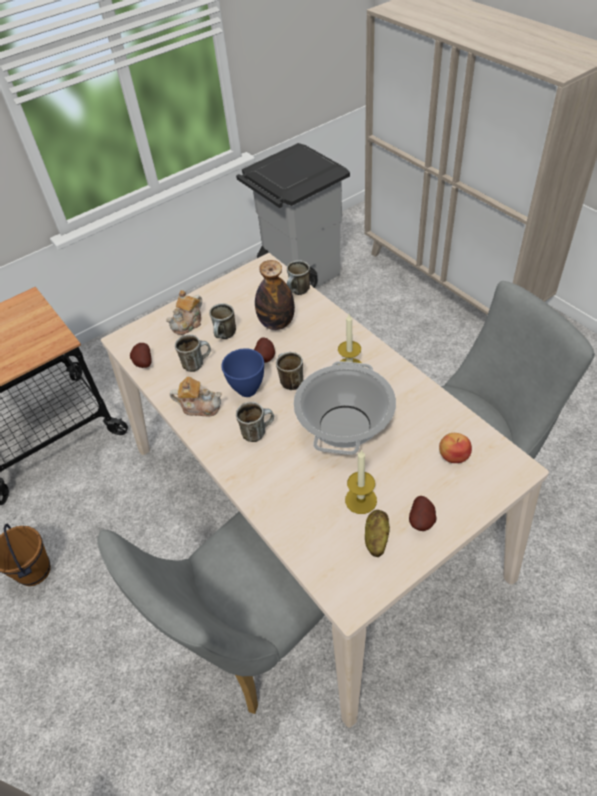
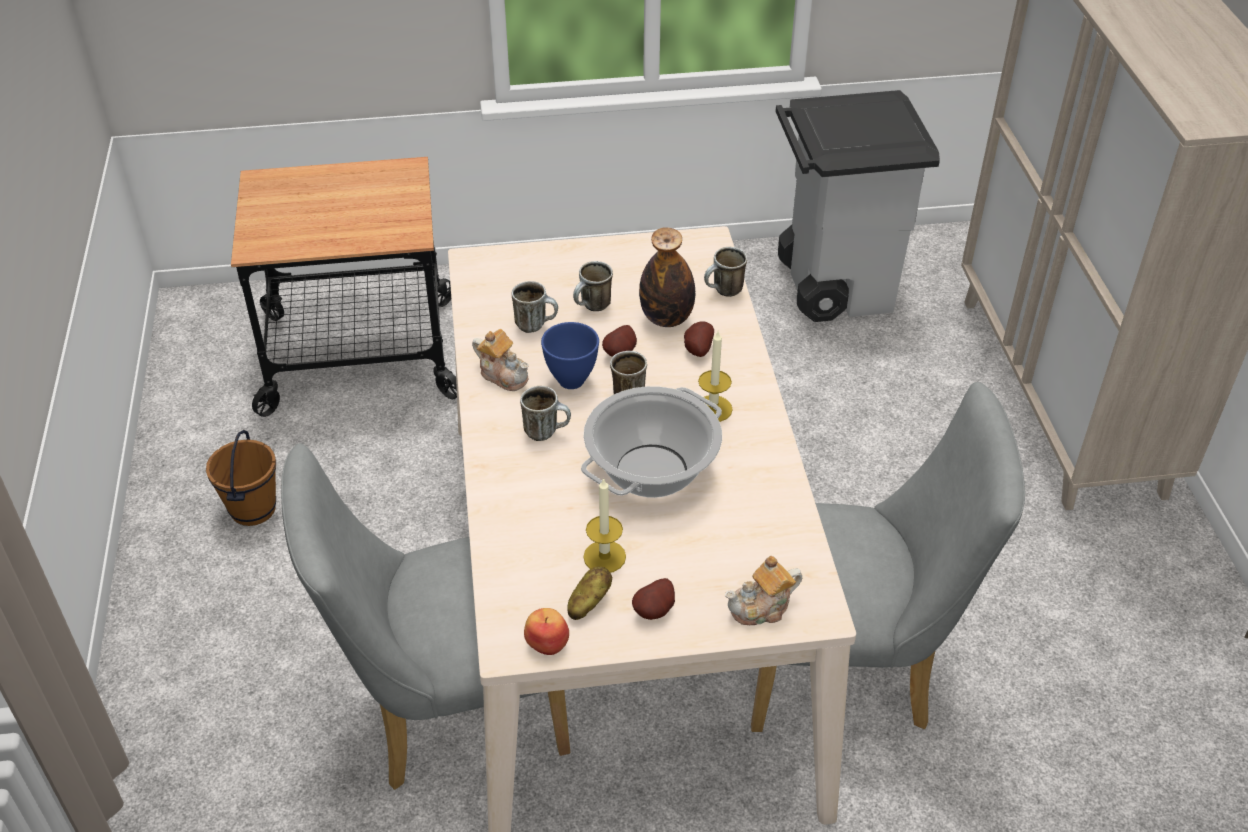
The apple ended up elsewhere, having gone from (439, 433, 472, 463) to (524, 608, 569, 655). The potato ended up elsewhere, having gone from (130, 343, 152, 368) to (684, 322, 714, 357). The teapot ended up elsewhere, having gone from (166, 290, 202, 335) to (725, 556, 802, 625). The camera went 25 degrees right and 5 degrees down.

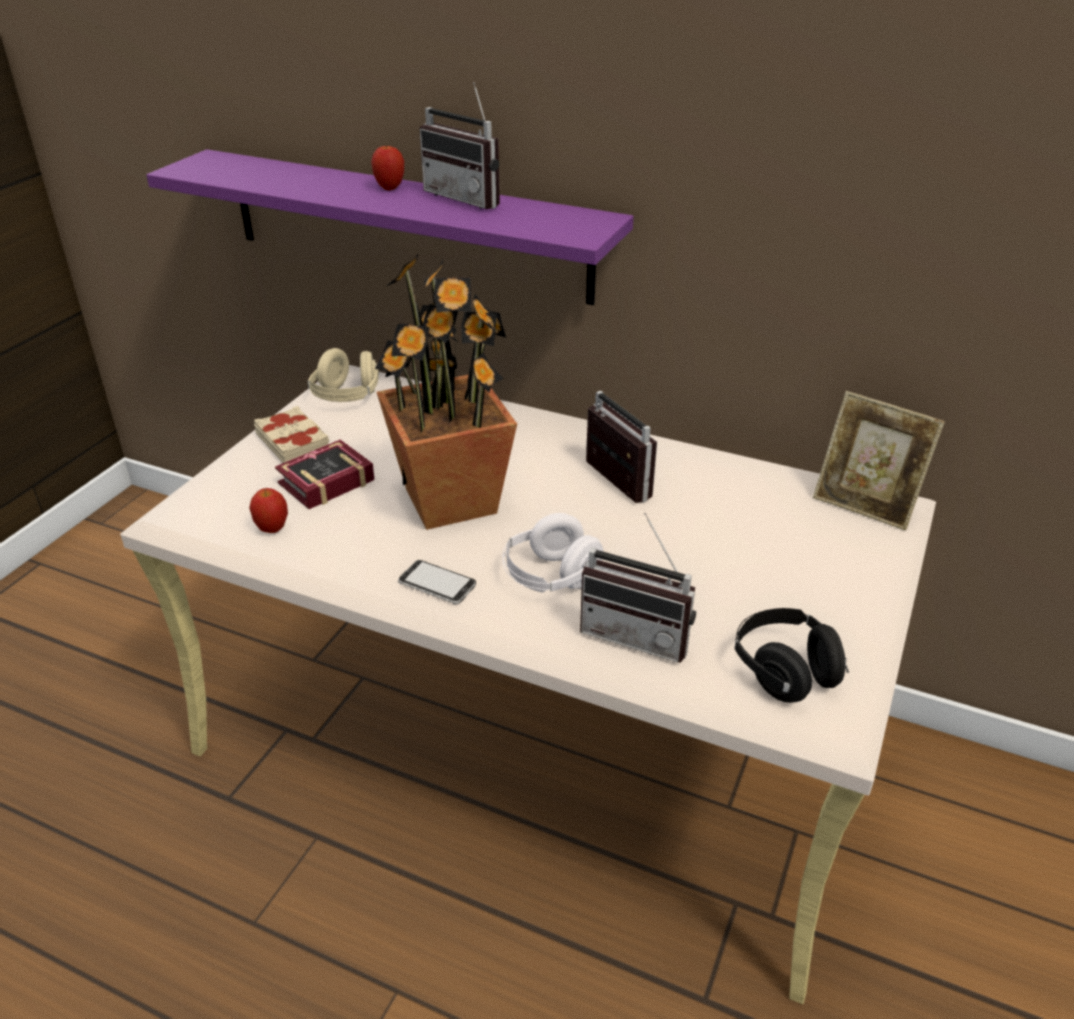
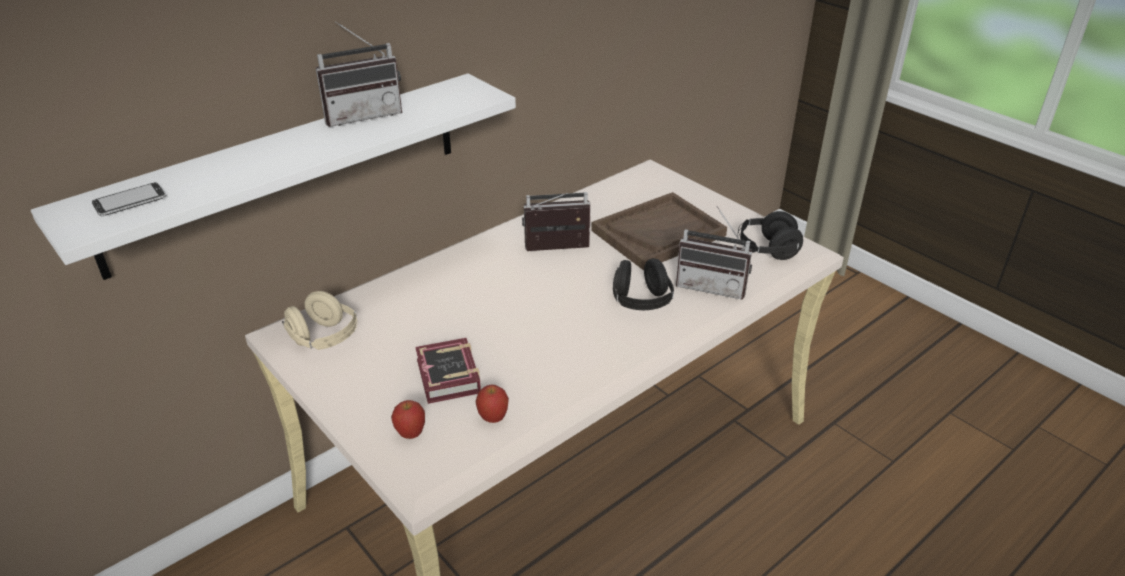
What was the purple shelf at (146, 149, 634, 305) turned into the white shelf at (31, 73, 516, 280). The phone ended up elsewhere, having gone from (398, 560, 476, 604) to (92, 182, 166, 216). The apple ended up elsewhere, having gone from (371, 145, 404, 190) to (391, 400, 425, 439). The second view gained the brown tray at (591, 192, 727, 270). What was the white headphones at (503, 513, 603, 593) turned into the black headphones at (613, 258, 674, 310). The radio at (580, 513, 696, 663) ended up facing another way, 60 degrees clockwise from before. The second view lost the beige book at (254, 406, 329, 463). The second view lost the potted plant at (375, 253, 517, 530). The second view lost the picture frame at (813, 391, 945, 531). The camera went 65 degrees left and 0 degrees up.

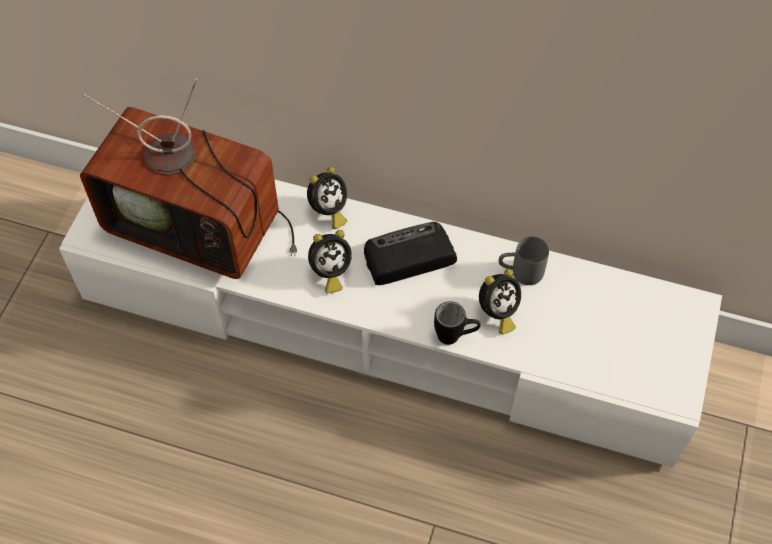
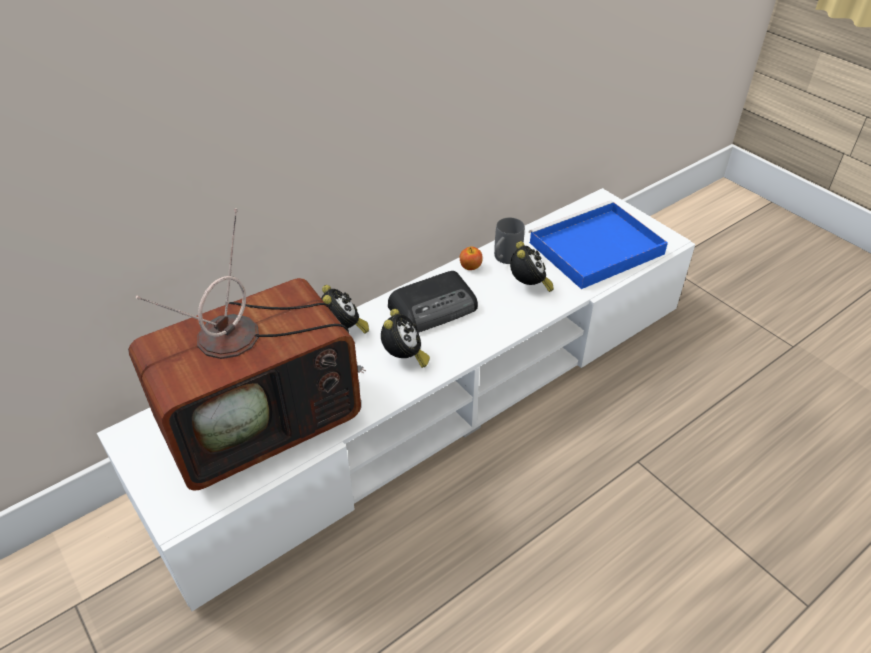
The radio at (364, 222, 457, 285) ended up facing another way, 135 degrees counterclockwise from before. The second view gained the apple at (460, 247, 483, 270). The second view gained the blue tray at (529, 200, 668, 289). The second view lost the black mug at (434, 301, 481, 345). The camera went 55 degrees left and 15 degrees down.

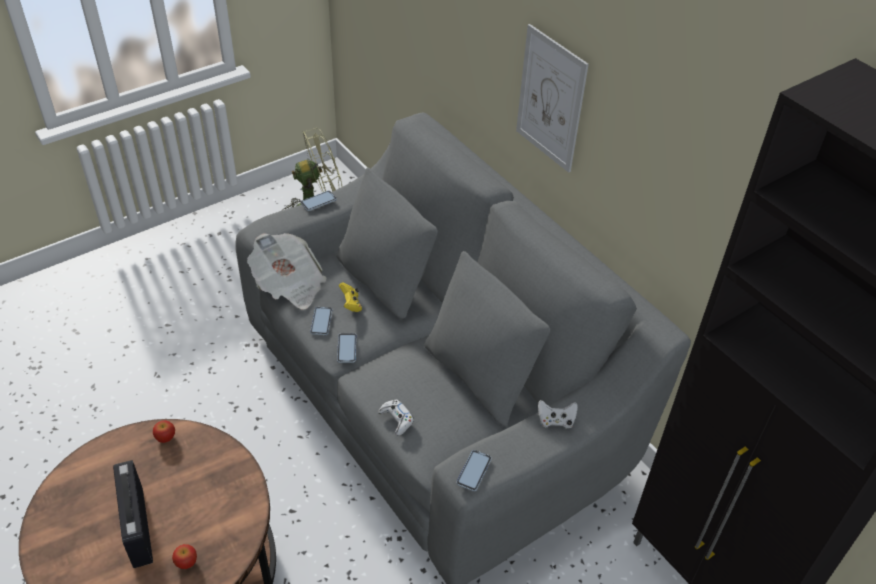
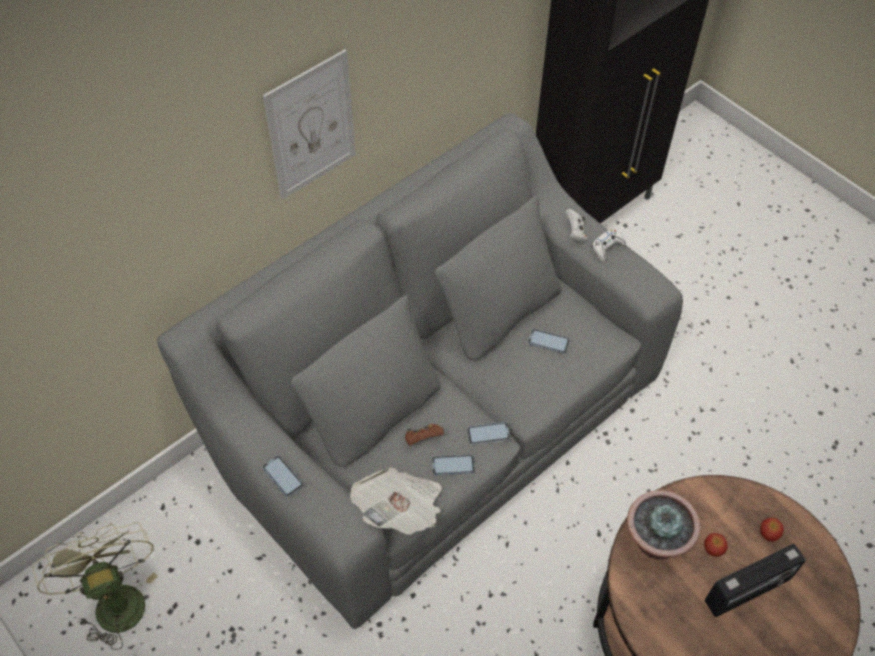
What was the yellow game controller at (339, 282, 362, 312) turned into the brown game controller at (405, 424, 444, 446). The phone ended up elsewhere, having gone from (457, 450, 492, 491) to (528, 329, 570, 354). The white game controller ended up elsewhere, having gone from (378, 400, 414, 436) to (591, 229, 626, 262). The second view gained the potted plant at (627, 490, 700, 559). The apple ended up elsewhere, having gone from (153, 420, 175, 443) to (704, 533, 728, 557). The camera went 95 degrees left and 10 degrees up.

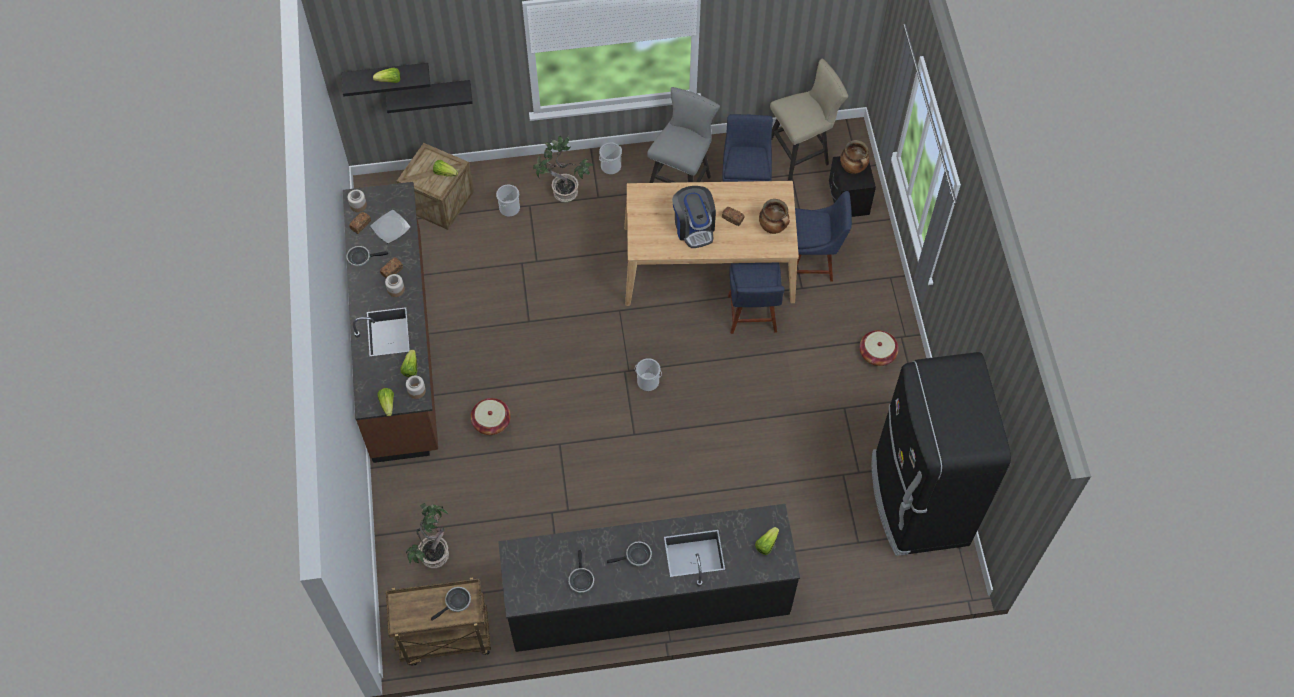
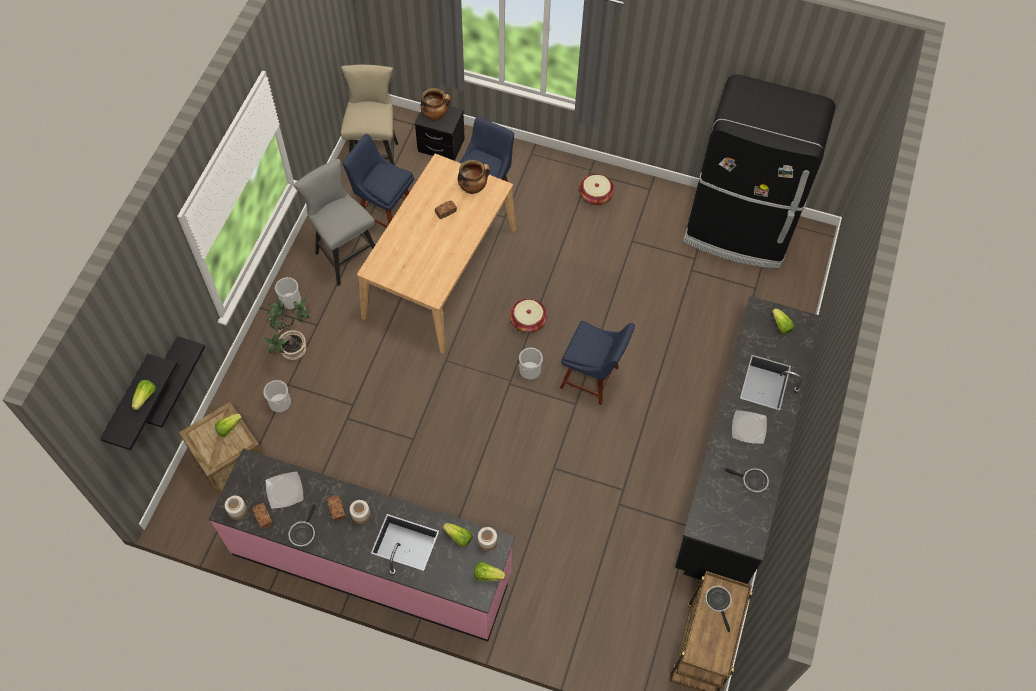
What was the brown counter at (343, 182, 438, 463) turned into the pink counter at (208, 448, 515, 641). The basket ended up elsewhere, having gone from (471, 398, 511, 435) to (510, 299, 547, 333). The blue chair ended up elsewhere, having gone from (728, 263, 785, 334) to (560, 321, 635, 405). Where the frying pan stood at (607, 541, 652, 566), the plate came to stand at (732, 410, 767, 444). The second view lost the potted plant at (406, 503, 449, 568). The second view lost the coffee machine at (672, 186, 716, 248). The camera went 65 degrees left and 0 degrees up.

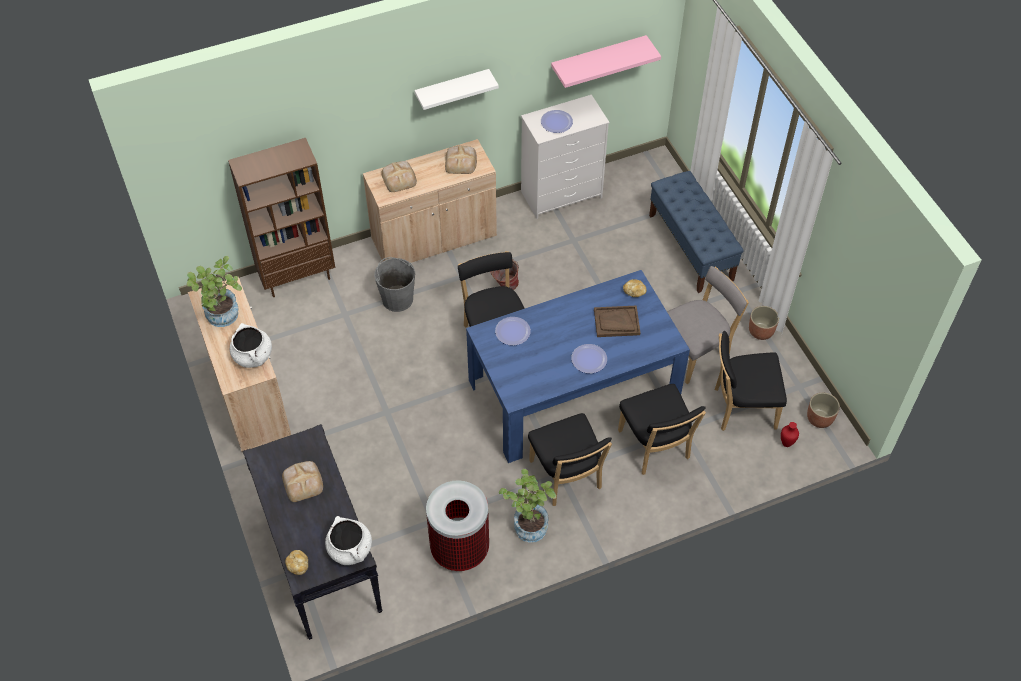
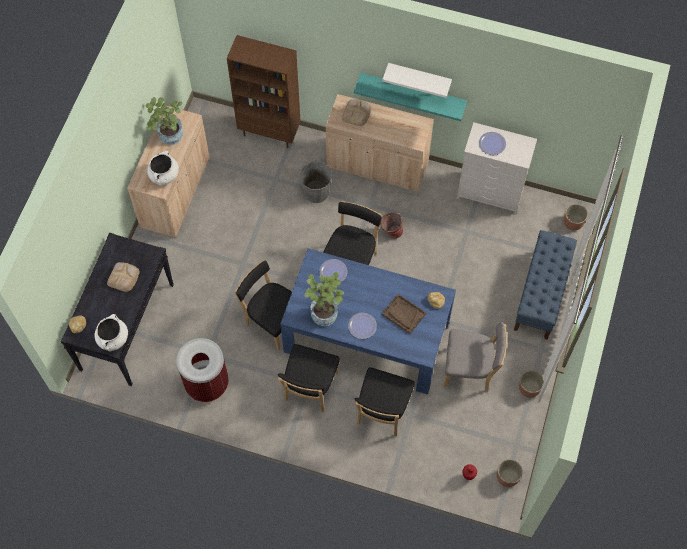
The black chair ended up elsewhere, having gone from (715, 331, 787, 431) to (235, 260, 292, 350). The potted plant ended up elsewhere, having gone from (499, 469, 556, 543) to (304, 272, 344, 326). The second view gained the turquoise shelf at (354, 73, 467, 121). The second view gained the planter at (564, 204, 588, 230). The second view lost the bread at (445, 145, 477, 174). The second view lost the pink shelf at (551, 35, 661, 88). The camera went 40 degrees right and 10 degrees up.

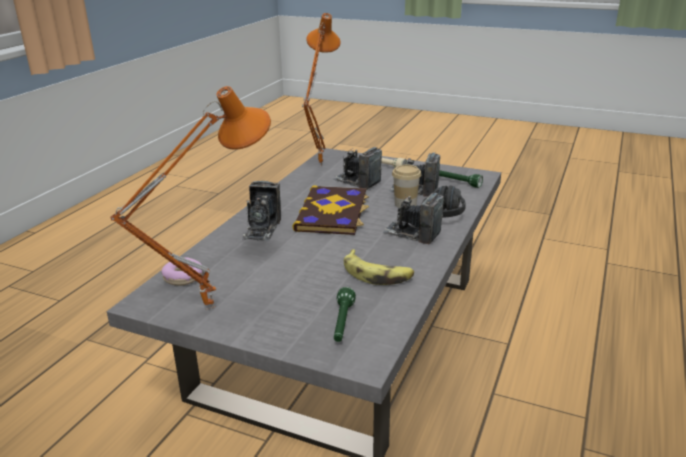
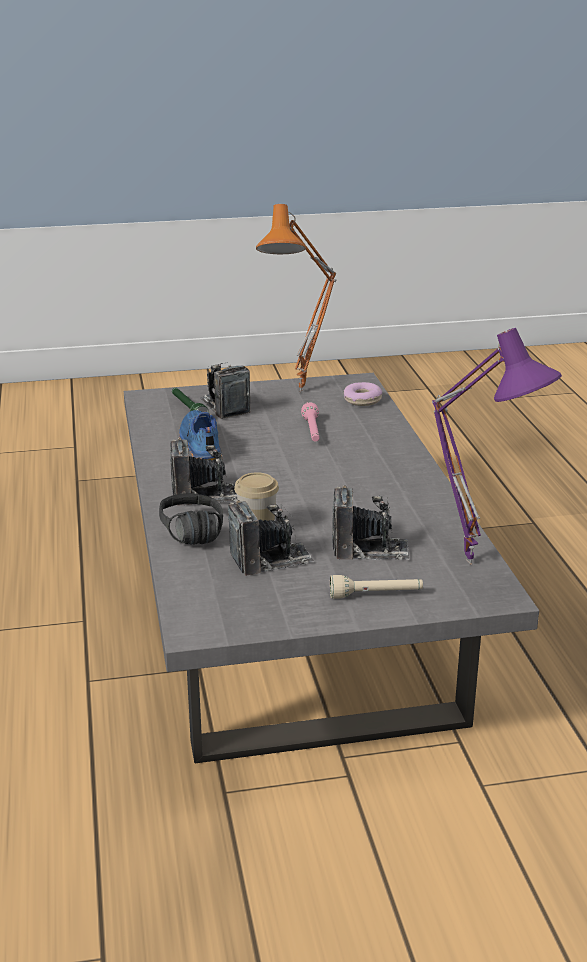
Where the banana stood at (344, 249, 414, 285), the blue shoe came to stand at (179, 410, 223, 460). The photo camera ended up elsewhere, having gone from (242, 181, 281, 241) to (200, 362, 250, 419). The second view gained the pink flashlight at (301, 402, 319, 442). What was the orange table lamp at (302, 13, 340, 167) turned into the purple table lamp at (432, 328, 562, 566). The second view lost the book at (293, 186, 369, 235). The second view lost the green flashlight at (439, 170, 483, 188). The camera went 145 degrees right and 0 degrees up.

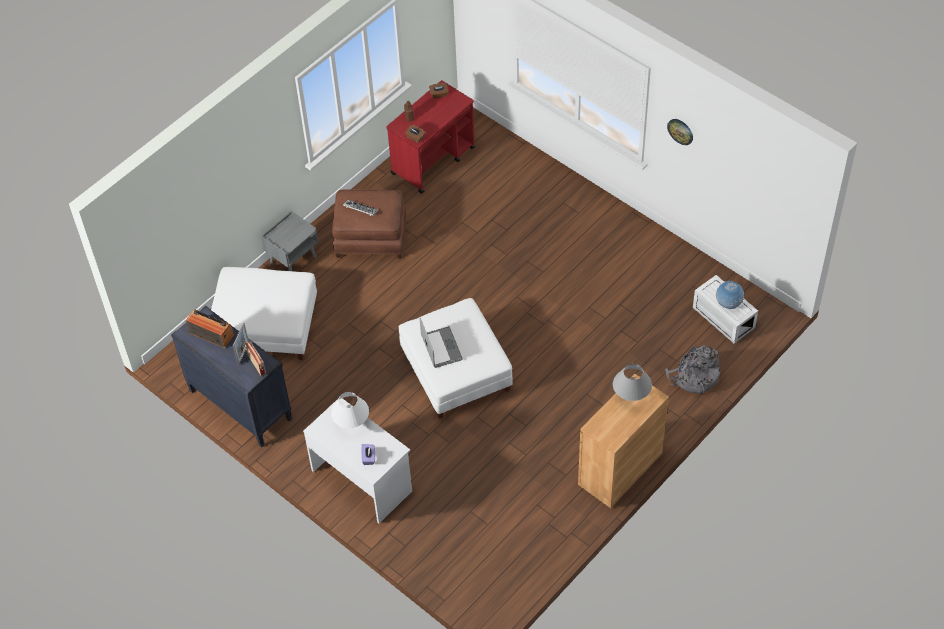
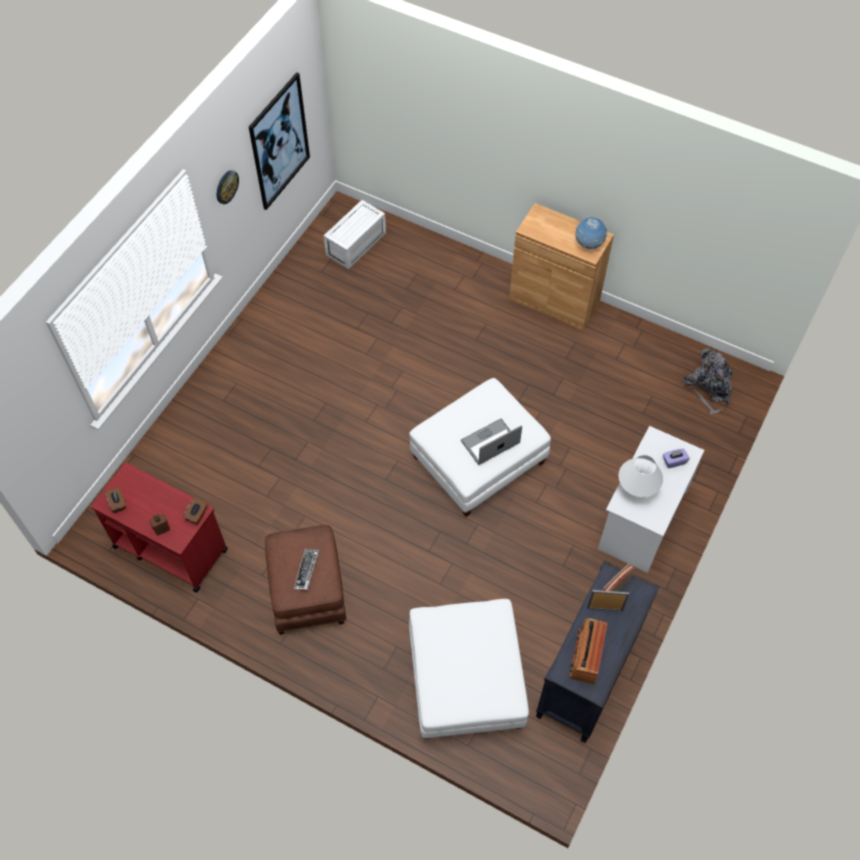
The second view gained the picture at (249, 72, 310, 210). The globe ended up elsewhere, having gone from (716, 280, 744, 309) to (575, 217, 607, 249). The grey backpack ended up elsewhere, having gone from (665, 345, 720, 394) to (683, 349, 733, 415). The second view lost the grey nightstand at (260, 211, 318, 271). The second view lost the grey table lamp at (613, 364, 652, 401). The camera went 105 degrees left and 5 degrees up.

